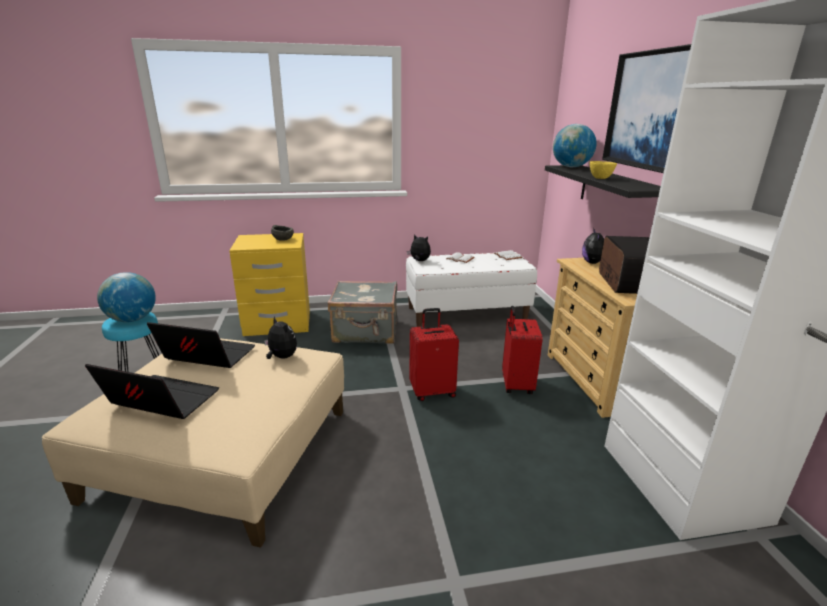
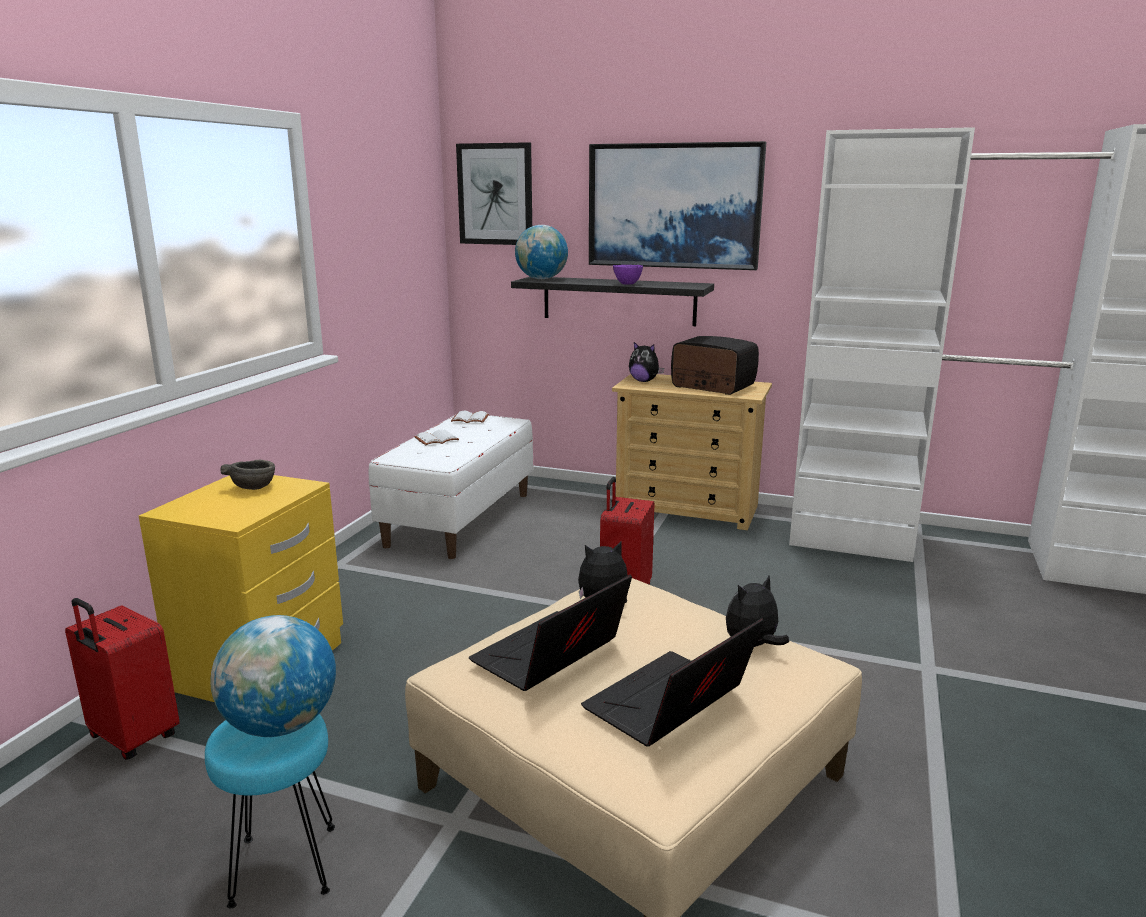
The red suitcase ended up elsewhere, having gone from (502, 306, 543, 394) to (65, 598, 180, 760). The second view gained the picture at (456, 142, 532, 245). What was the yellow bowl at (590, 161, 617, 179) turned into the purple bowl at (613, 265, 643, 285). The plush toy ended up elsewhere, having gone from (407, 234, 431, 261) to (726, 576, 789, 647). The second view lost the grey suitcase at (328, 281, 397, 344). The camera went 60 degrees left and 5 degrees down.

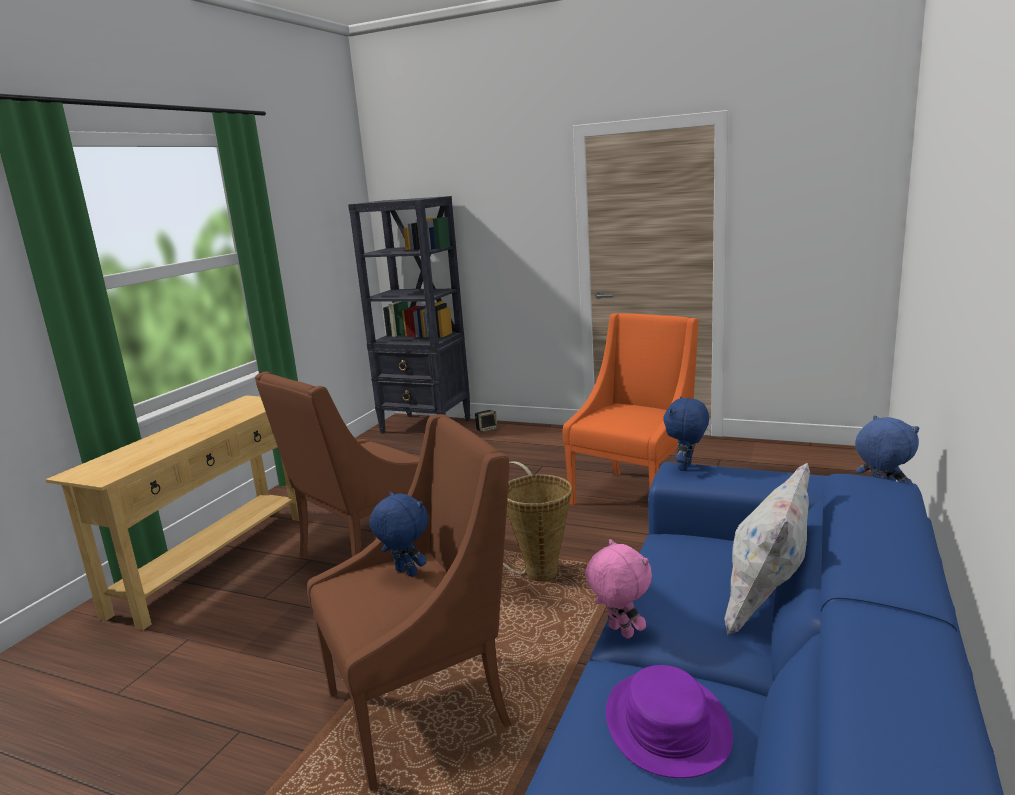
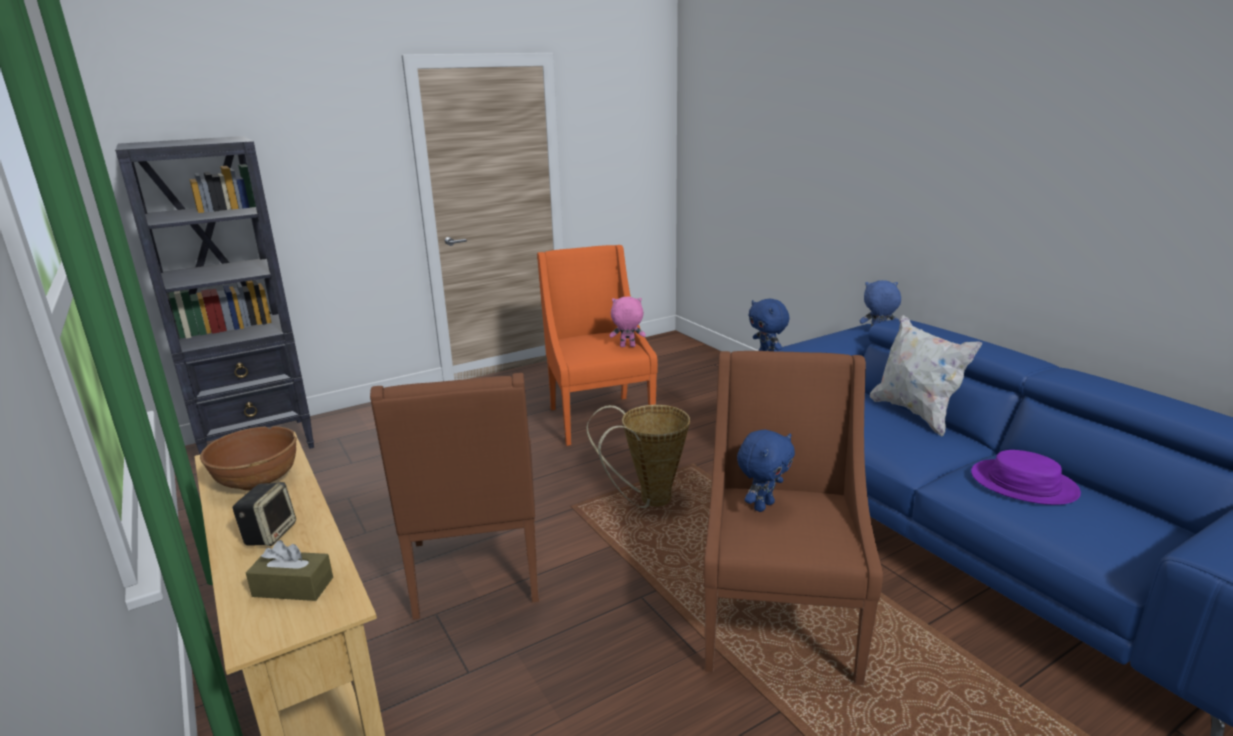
The second view gained the brown bowl at (200, 426, 297, 490). The speaker ended up elsewhere, having gone from (475, 410, 498, 433) to (232, 482, 296, 546). The second view gained the brown tissue box at (246, 540, 333, 601). The pink plush toy ended up elsewhere, having gone from (585, 539, 652, 639) to (609, 297, 646, 347). The blue plush toy at (369, 492, 428, 577) ended up facing another way, 150 degrees clockwise from before. The camera went 55 degrees left and 5 degrees up.

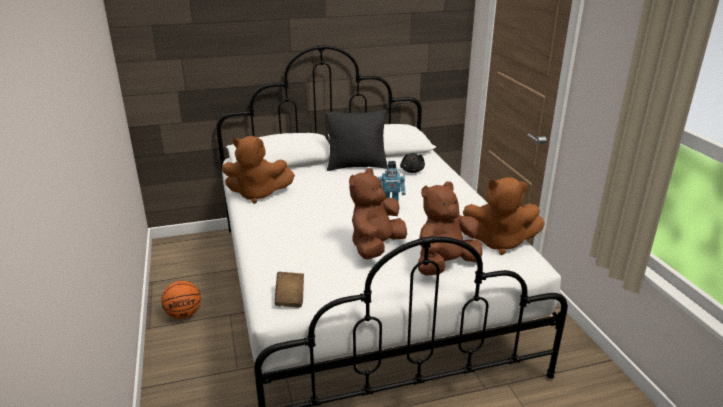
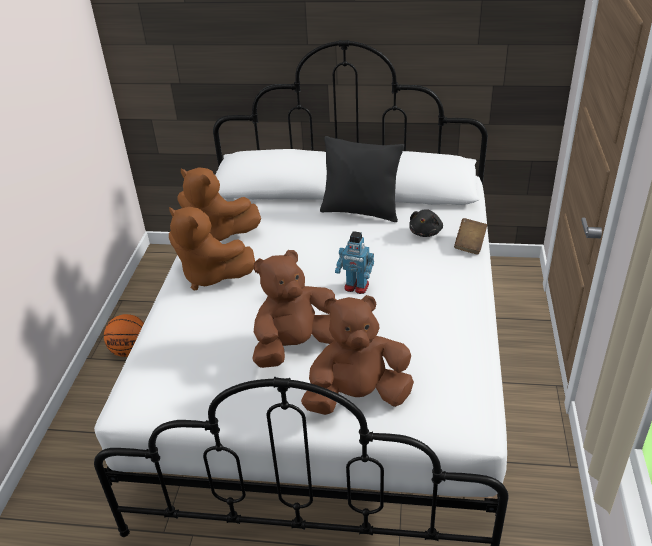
The brown plush toy ended up elsewhere, having gone from (463, 177, 545, 255) to (169, 207, 255, 291). The brown book ended up elsewhere, having gone from (274, 272, 304, 307) to (454, 218, 487, 254). The camera went 25 degrees right and 10 degrees up.

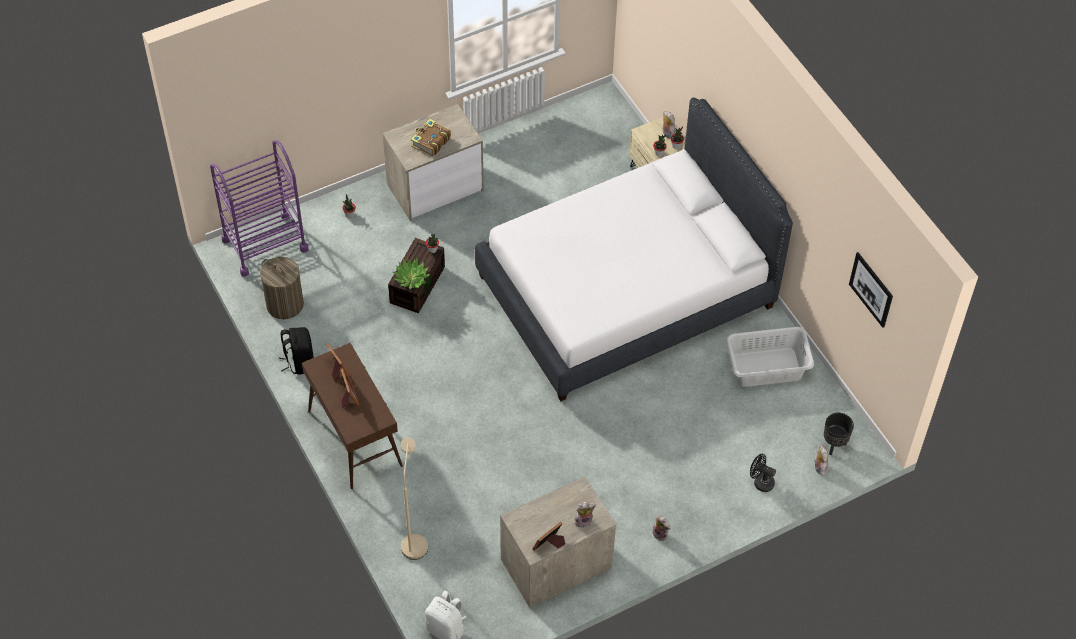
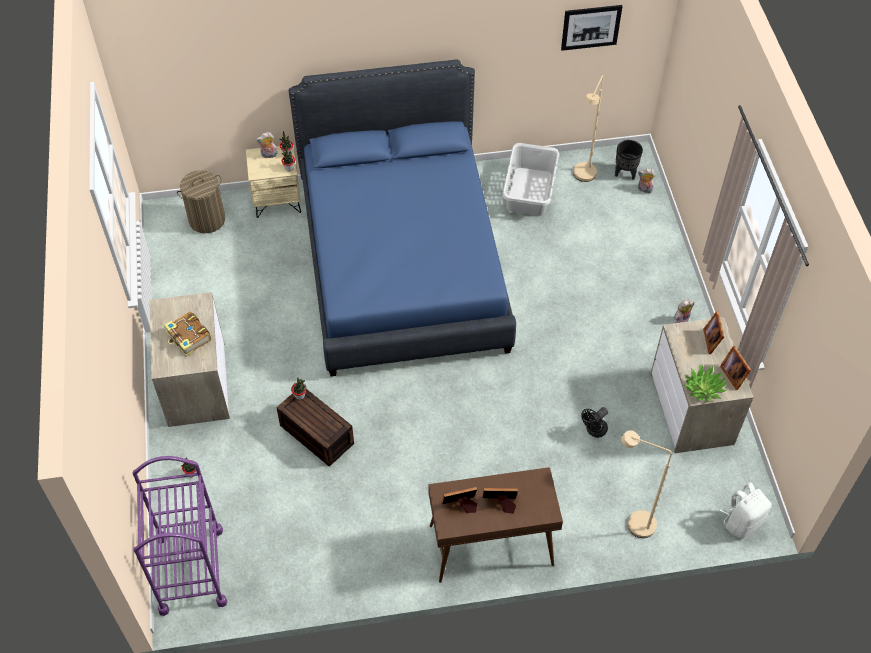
The laundry basket ended up elsewhere, having gone from (260, 257, 304, 319) to (177, 170, 225, 234). What was the white bed at (475, 97, 793, 401) turned into the blue bed at (289, 59, 516, 376). The second view gained the beige floor lamp at (573, 75, 604, 182). The black fan ended up elsewhere, having gone from (750, 454, 776, 492) to (581, 407, 608, 438). The potted plant ended up elsewhere, having gone from (393, 258, 430, 289) to (684, 365, 728, 402). Where the plush toy stood at (574, 502, 596, 528), the picture frame came to stand at (703, 311, 725, 354). The second view lost the black backpack at (279, 327, 314, 375). The camera went 70 degrees left and 0 degrees up.

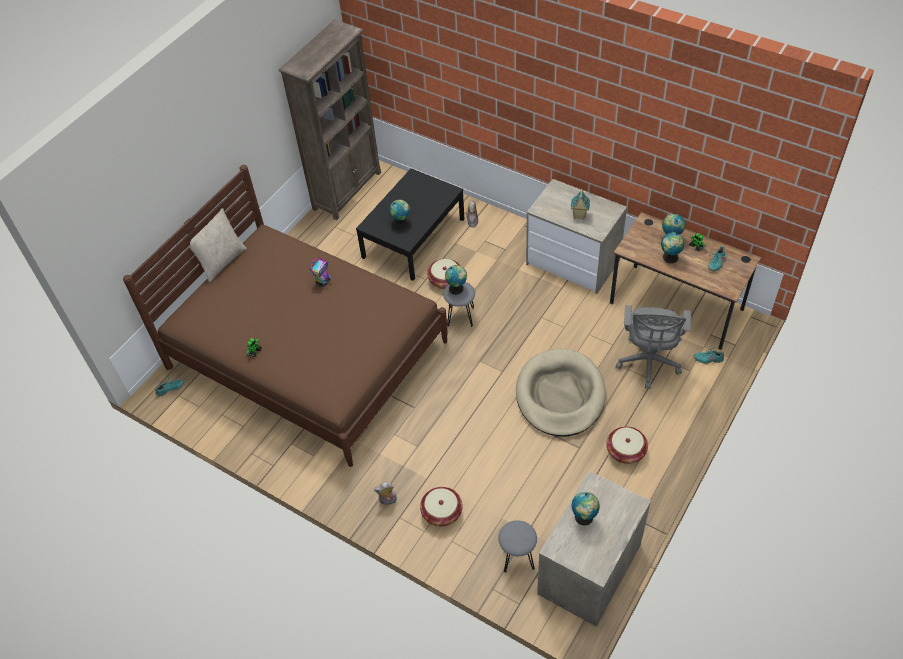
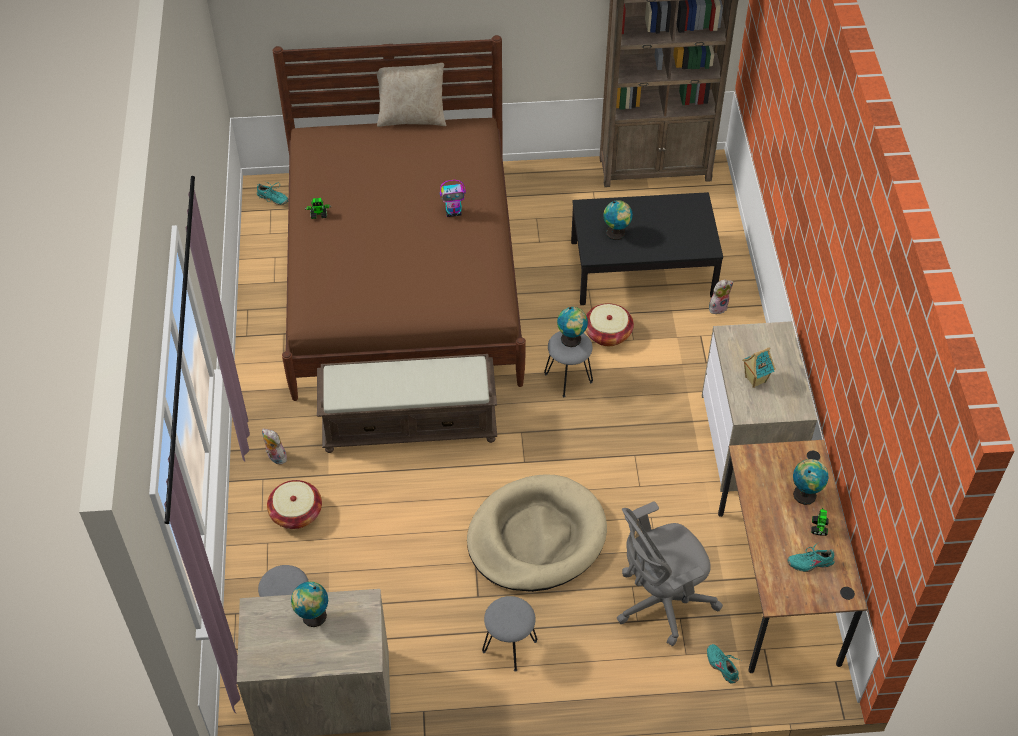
The second view gained the brown bench at (317, 354, 497, 453). Where the basket stood at (606, 427, 648, 464), the grey stool came to stand at (482, 596, 537, 672). The second view lost the globe at (661, 232, 684, 263). The camera went 50 degrees right and 0 degrees up.

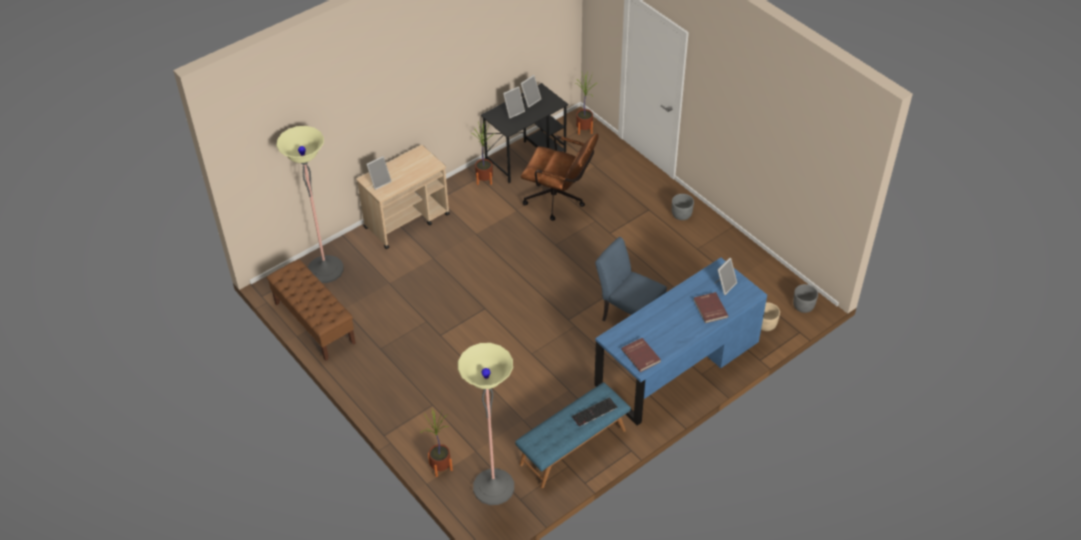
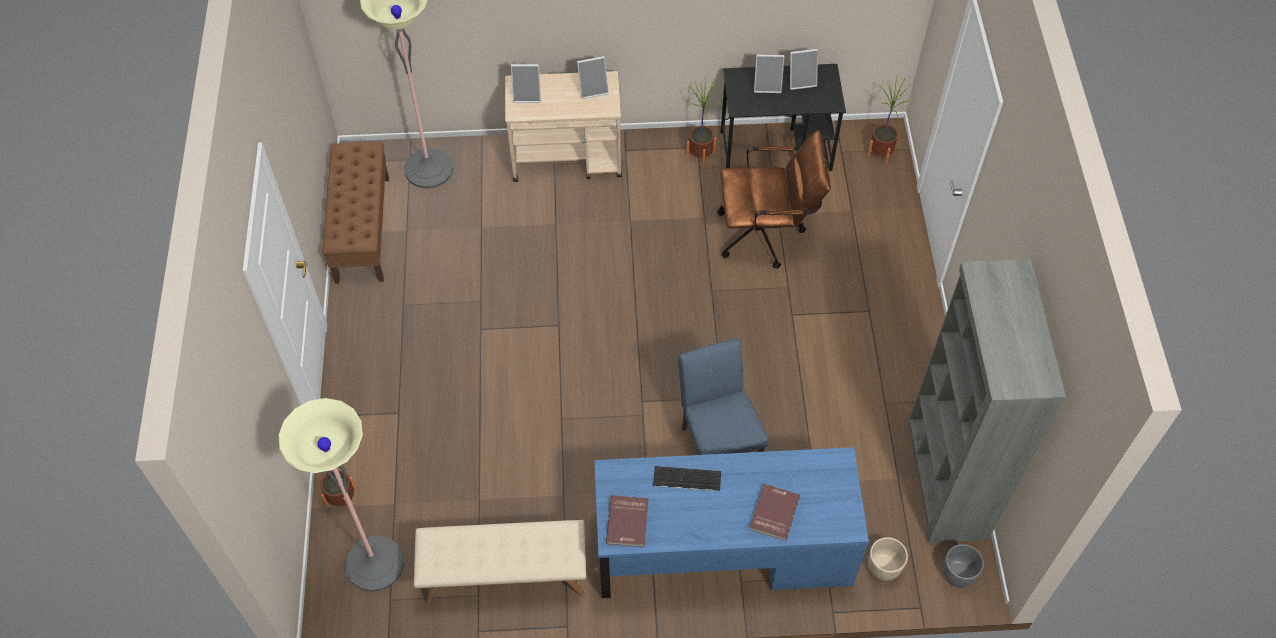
What was the blue bench at (515, 382, 631, 488) turned into the beige bench at (414, 520, 586, 604). The picture frame ended up elsewhere, having gone from (714, 258, 737, 295) to (577, 56, 609, 99). The keyboard ended up elsewhere, having gone from (572, 397, 617, 427) to (653, 466, 721, 491). The brown office chair at (521, 134, 599, 221) ended up facing another way, 60 degrees counterclockwise from before. The second view gained the grey bookcase at (908, 259, 1066, 543). The second view lost the grey planter at (672, 194, 694, 220). The camera went 35 degrees right and 10 degrees up.

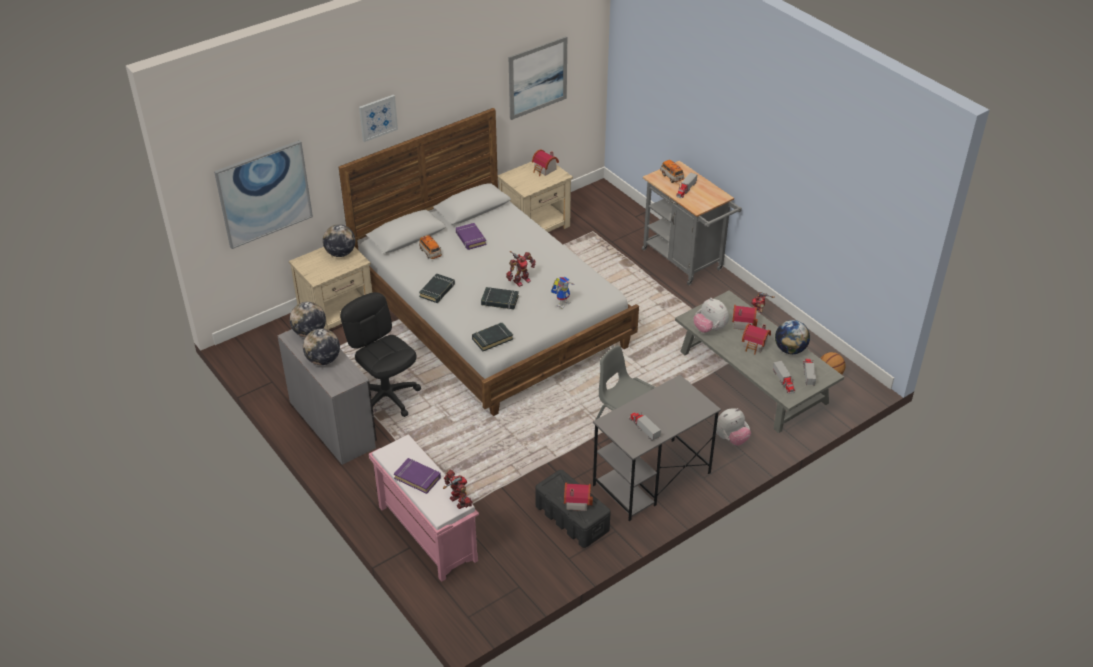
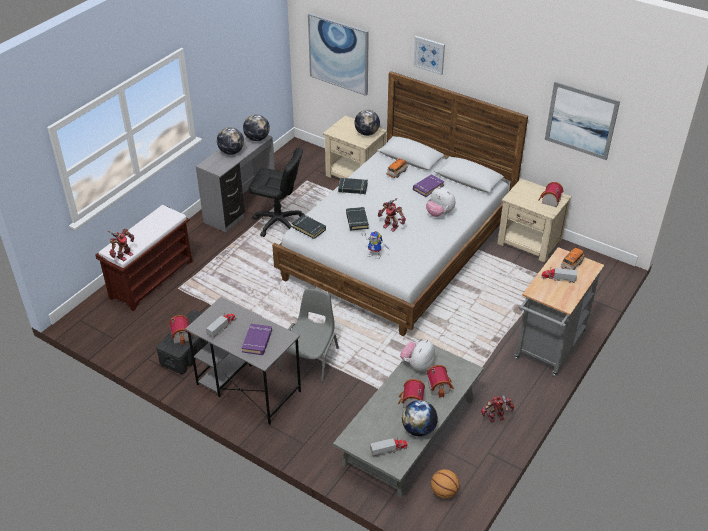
What was the pink bench at (369, 435, 479, 582) turned into the brown bench at (95, 205, 193, 311). The purple book ended up elsewhere, having gone from (394, 458, 441, 494) to (241, 324, 272, 355). The black office chair at (340, 292, 421, 417) ended up facing another way, 75 degrees clockwise from before. The plush toy ended up elsewhere, having gone from (716, 408, 751, 446) to (426, 187, 455, 217). The second view lost the toy truck at (773, 361, 795, 394). The camera went 70 degrees right and 0 degrees up.

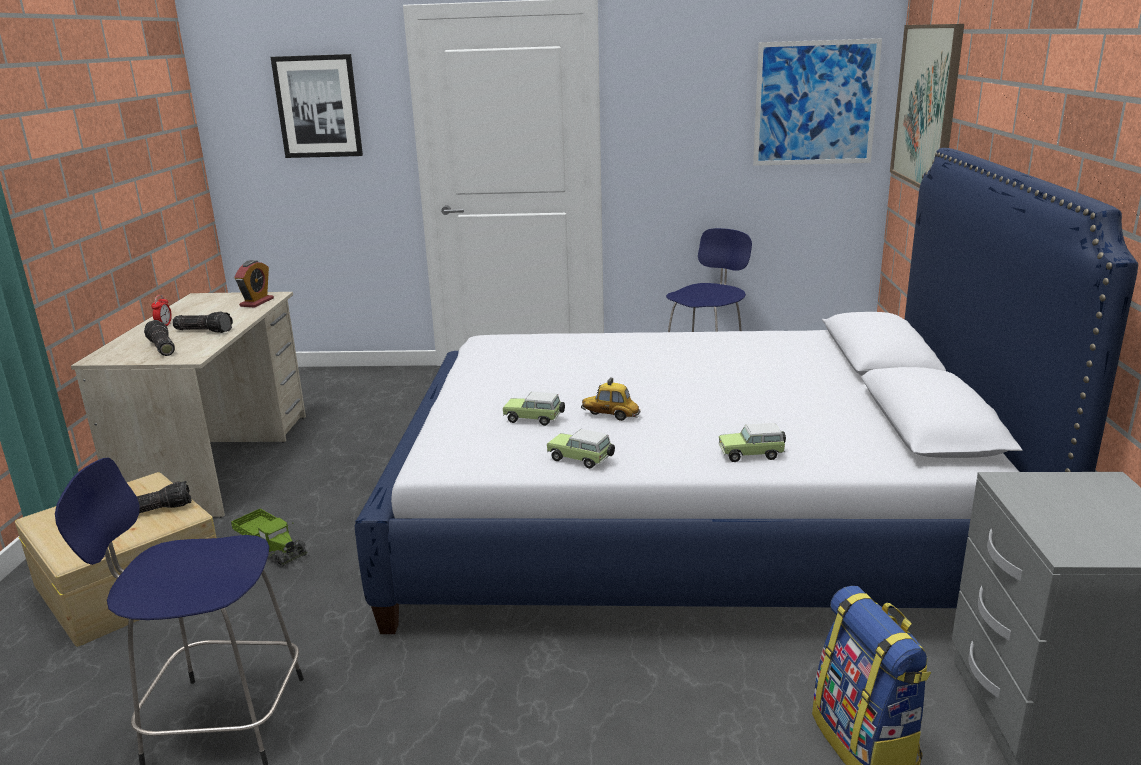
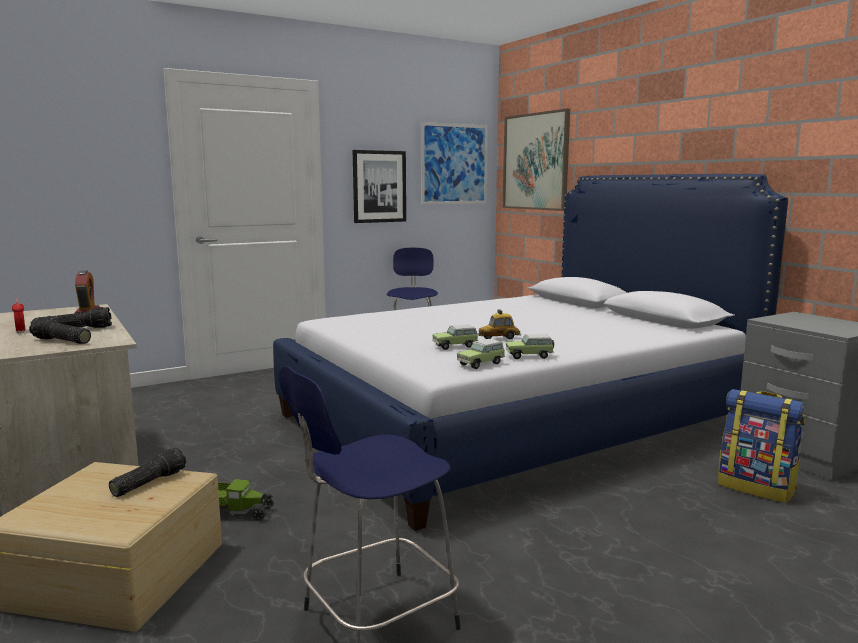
The picture ended up elsewhere, having gone from (271, 54, 363, 158) to (353, 150, 406, 223). The toy car ended up elsewhere, having gone from (719, 423, 786, 462) to (457, 339, 505, 369). The camera went 35 degrees left and 10 degrees down.

